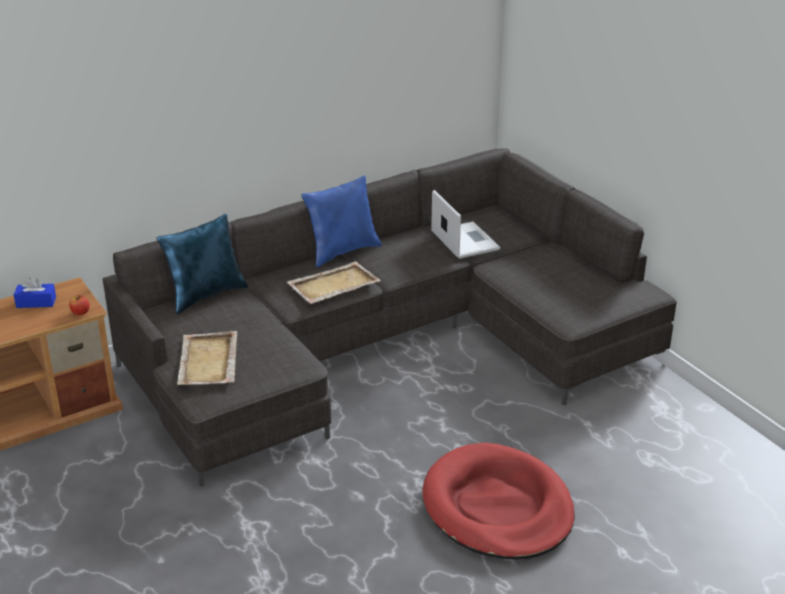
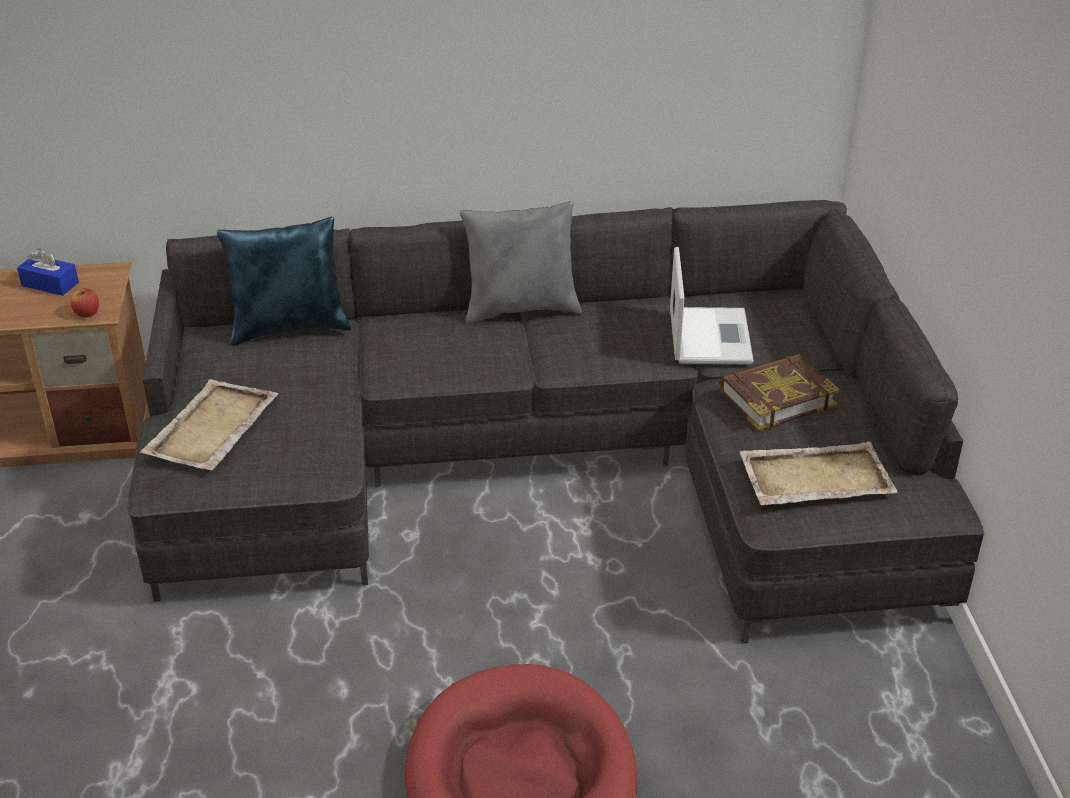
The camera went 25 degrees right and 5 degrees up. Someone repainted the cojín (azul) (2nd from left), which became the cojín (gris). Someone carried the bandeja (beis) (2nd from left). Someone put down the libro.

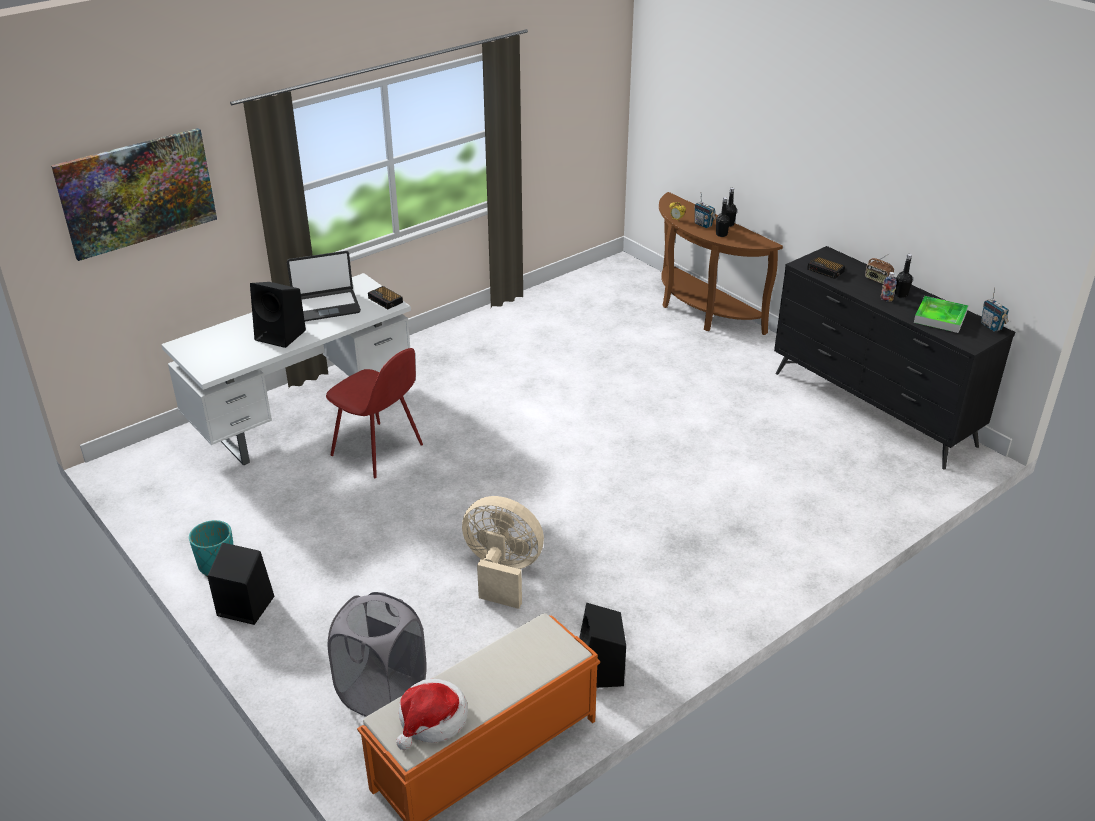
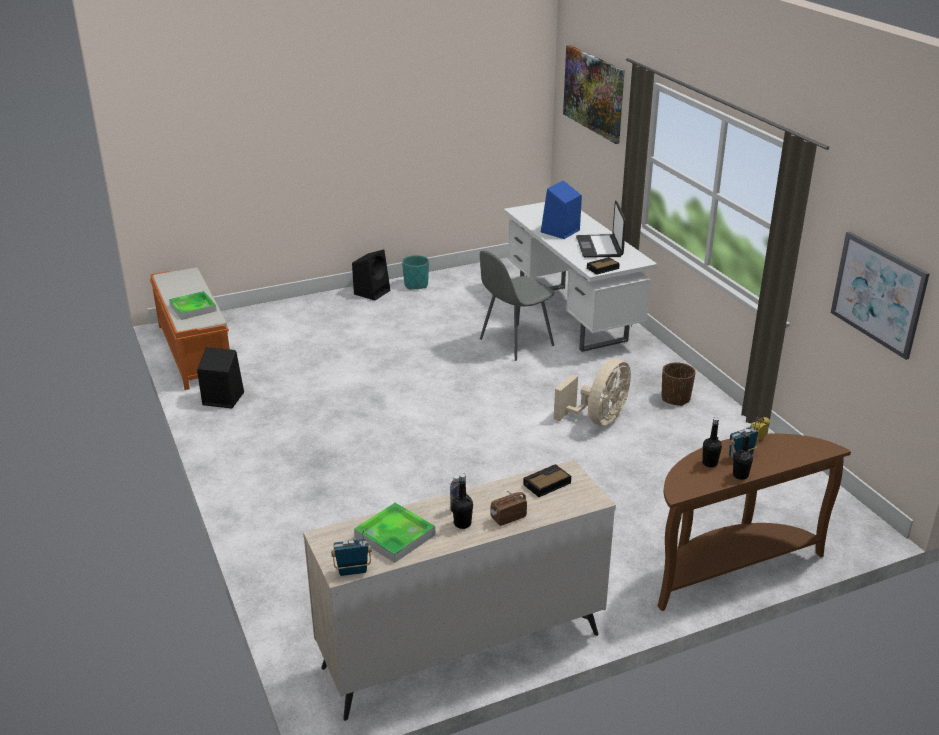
The camera went 105 degrees right and 5 degrees down. Someone repainted the cómoda (negro), which became the cómoda (beis). Someone repainted the altavoz (negro) (2nd from left), which became the altavoz (azul). Someone repainted the silla (rojo), which became the silla (gris). Someone carried the ventilador (beis). Someone took away the cesto de la ropa (gris). Someone took away the sombrero. Someone put up the cuadro (2nd from left). Someone put down the bandeja (1st from left). Someone put down the maceta (marrón).

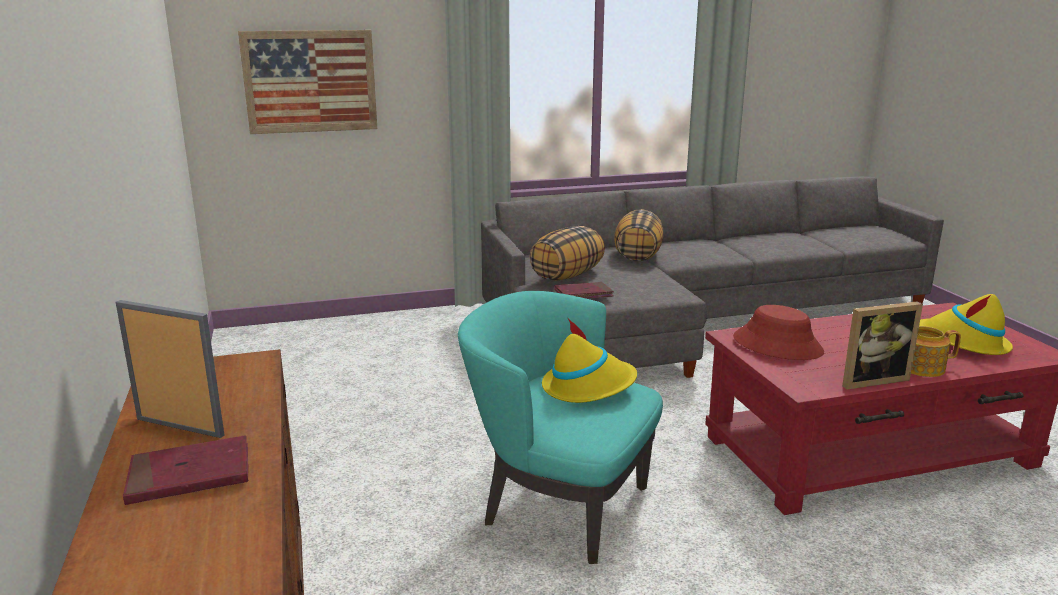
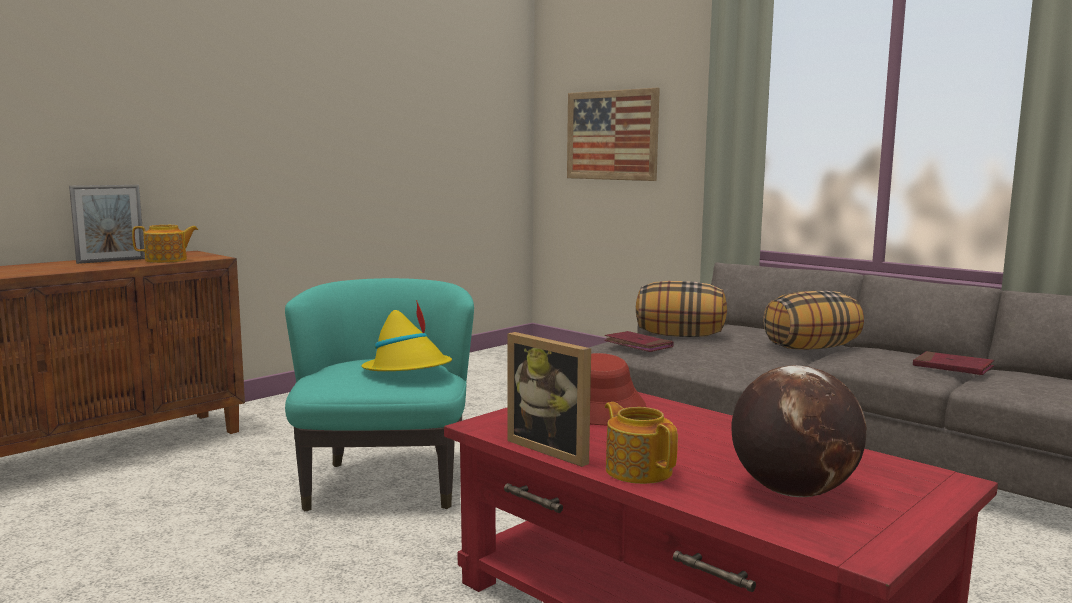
The camera went 60 degrees right and 10 degrees down. Someone swapped the sombrero (amarillo) (2nd from left) for the globo terráqueo. Someone rotated the portarretratos (1st from left) by 60 degrees clockwise. Someone carried the libro (rojo) (1st from left in the first image). Someone put down the tetera (1st from left).

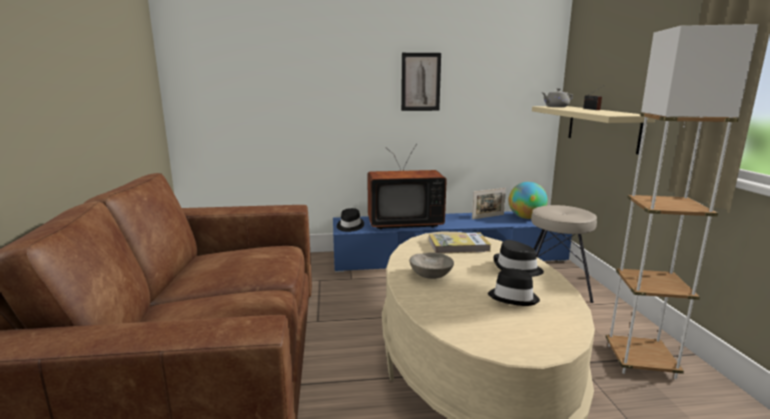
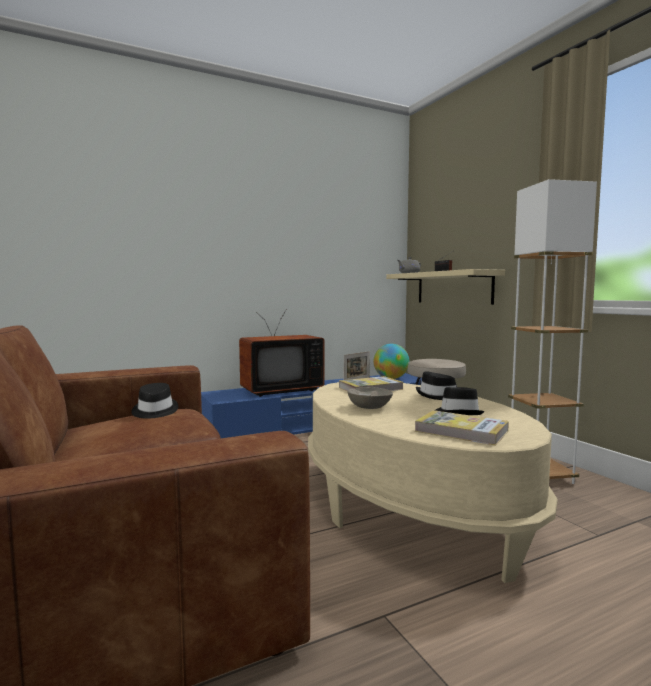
The camera went 20 degrees left and 10 degrees down. Someone took away the cuadro. Someone carried the sombrero (negro) (1st from left). Someone put down the libro (2nd from left).

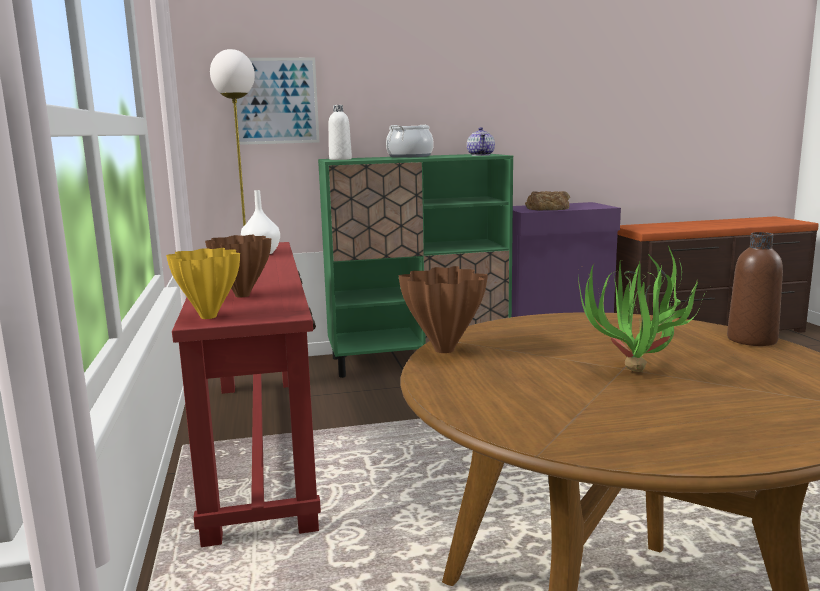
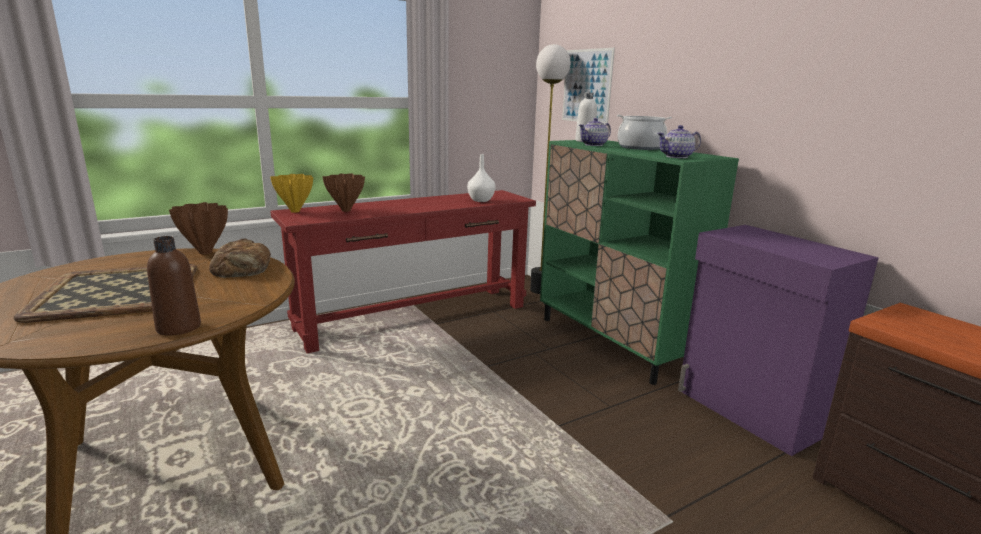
The camera went 70 degrees right and 5 degrees up. Someone carried the pan. Someone swapped the planta en maceta for the bandeja. Someone put down the tetera (1st from left).

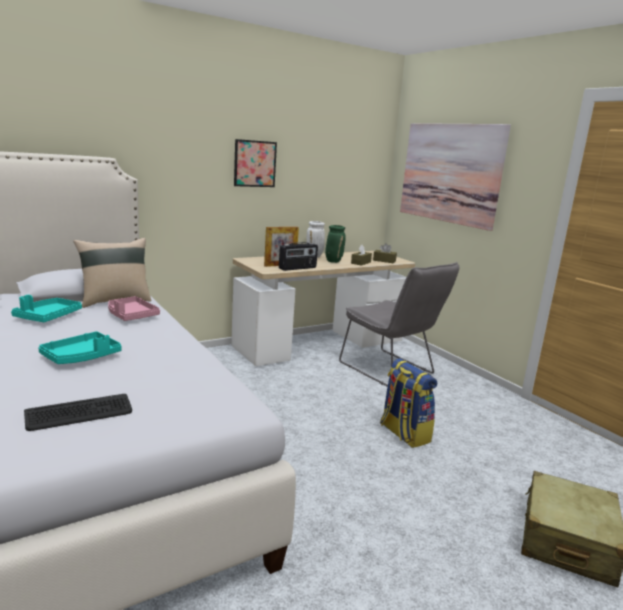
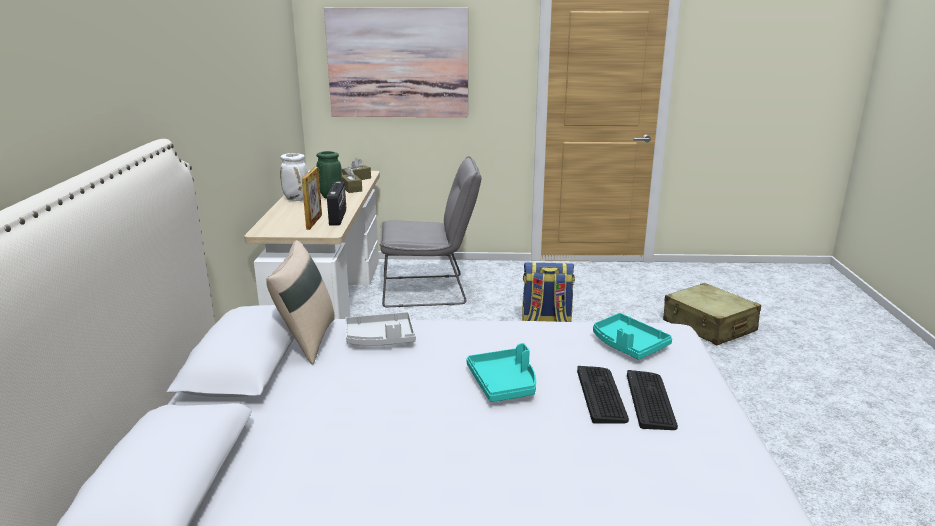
The camera went 55 degrees left and 5 degrees up. Someone took away the cuadro (1st from left). Someone carried the bandeja (turquesa) (1st from left in the first image). Someone repainted the bandeja (rosa), which became the bandeja (gris). Someone put down the teclado (1st from left).

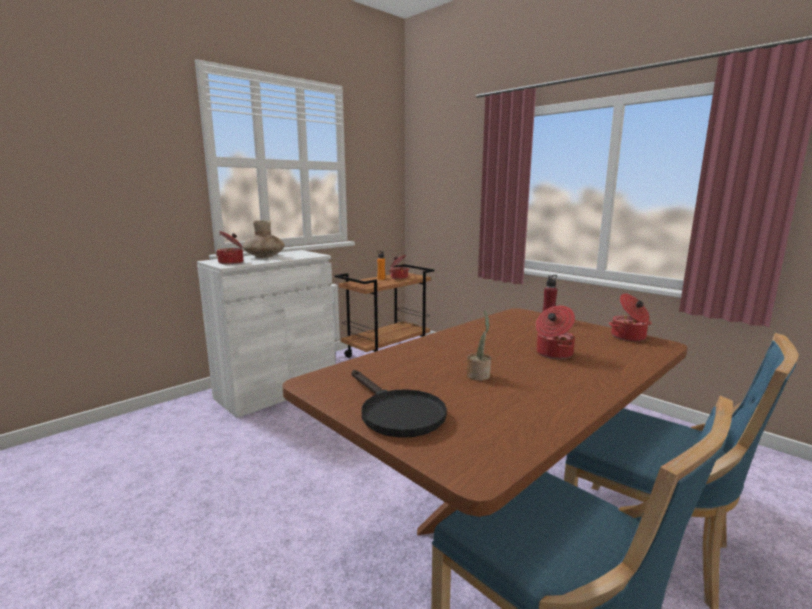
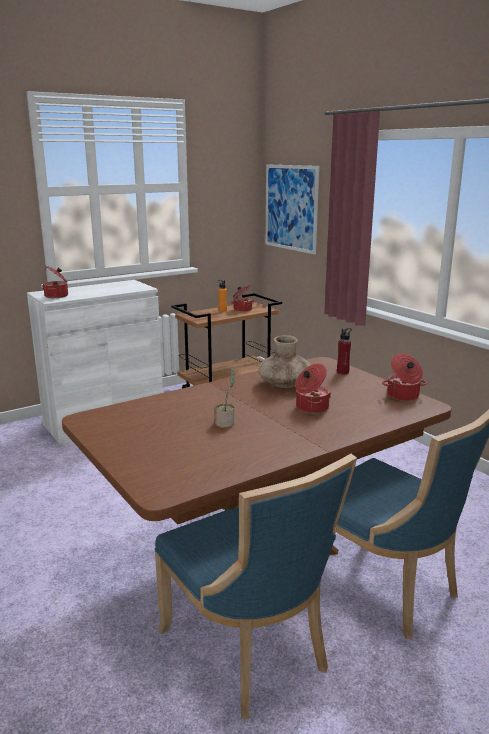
The camera went 10 degrees right and 5 degrees up. Someone carried the florero (marrón). Someone took away the sartén (negro). Someone put up the cuadro.

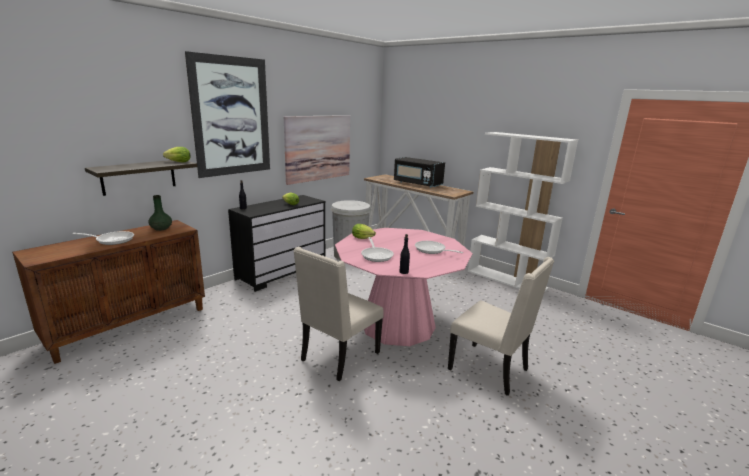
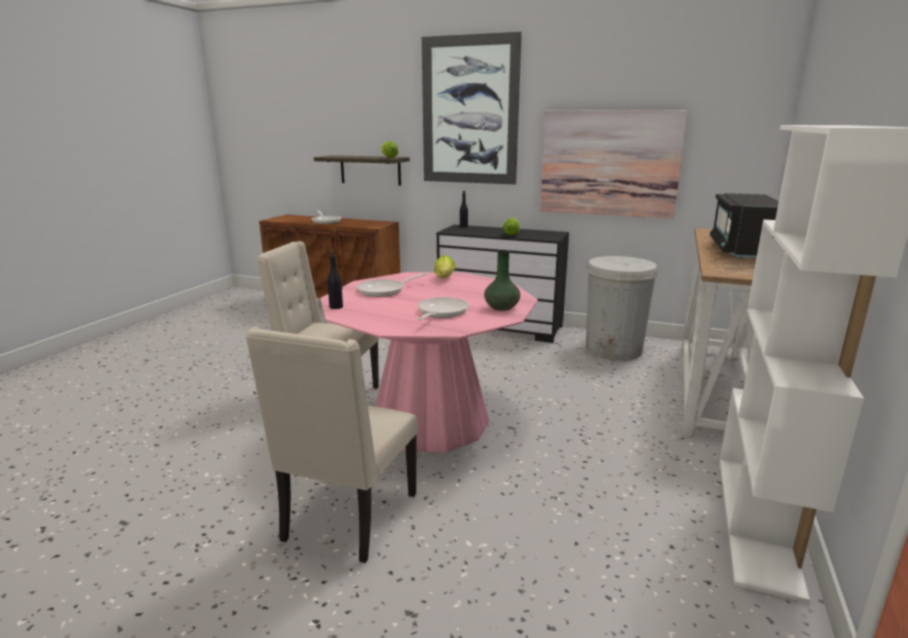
The camera went 70 degrees right and 0 degrees up. Someone carried the florero (verde).

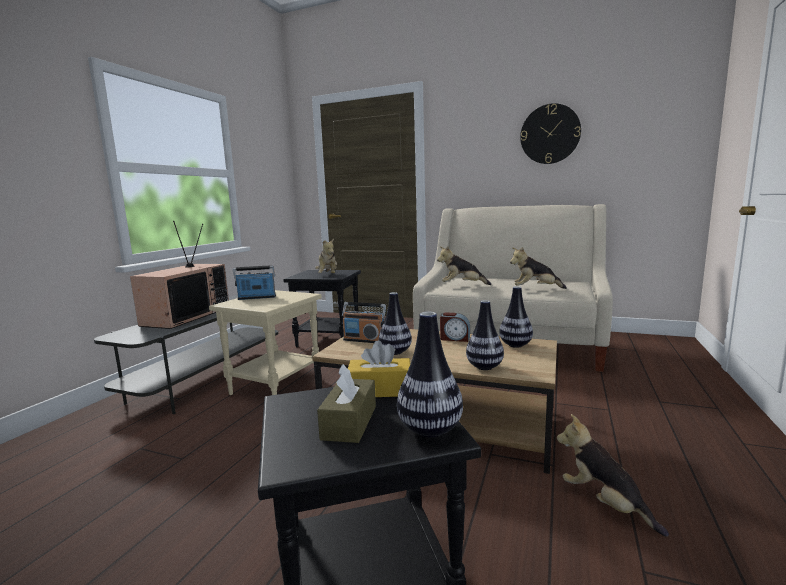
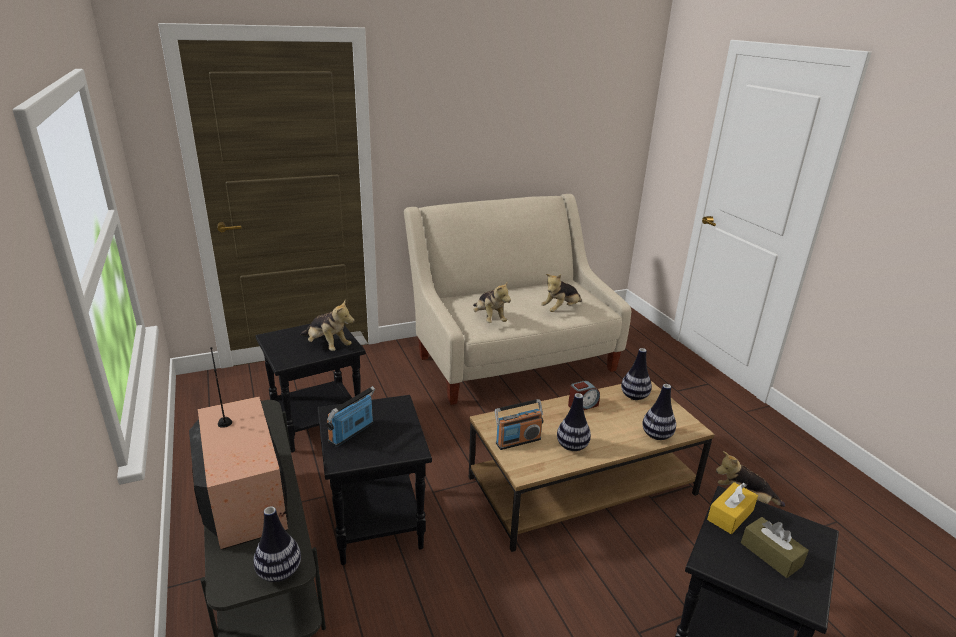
The camera went 45 degrees left and 15 degrees up. Someone took away the reloj de pared. Someone rotated the peluche (2nd from left) by 75 degrees counterclockwise. Someone repainted the mesa auxiliar (beis), which became the mesa auxiliar (negro) (2nd from left). Someone carried the florero (2nd from left in the first image).

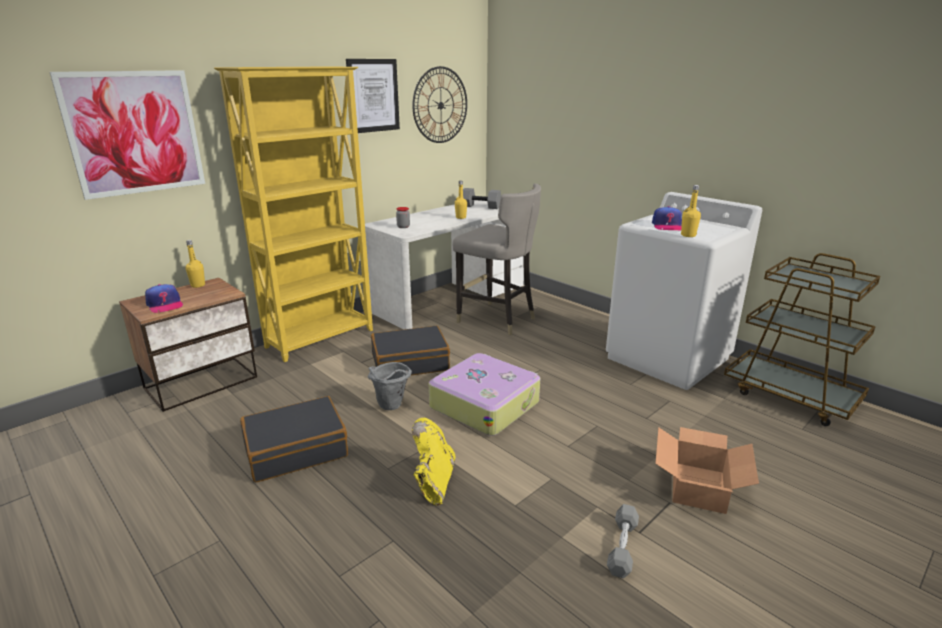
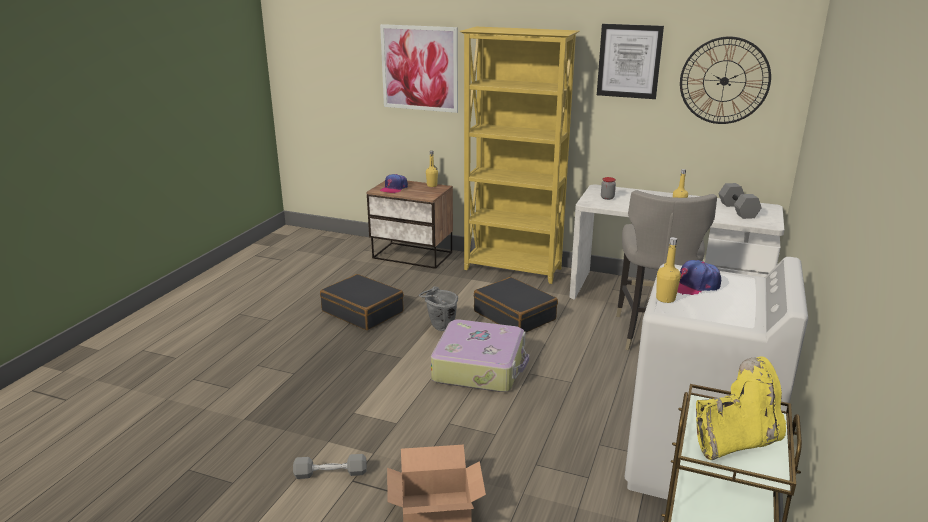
The camera went 65 degrees right and 0 degrees up. Someone carried the bota (amarillo).

